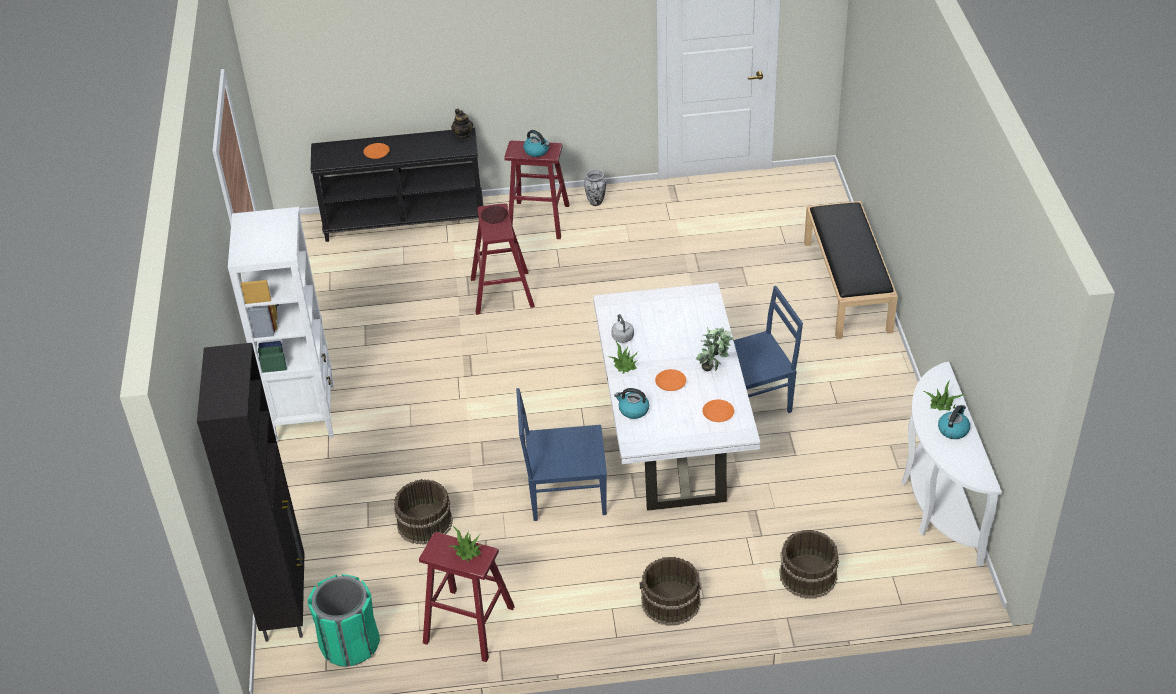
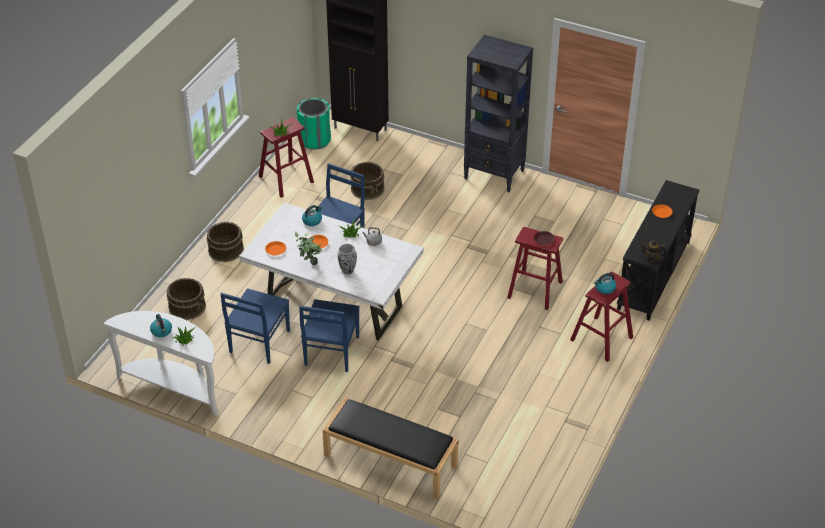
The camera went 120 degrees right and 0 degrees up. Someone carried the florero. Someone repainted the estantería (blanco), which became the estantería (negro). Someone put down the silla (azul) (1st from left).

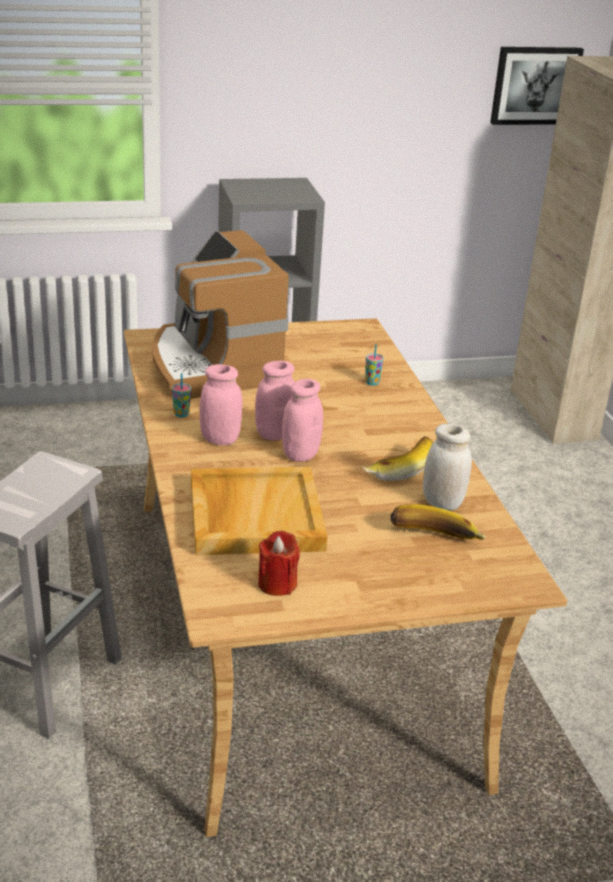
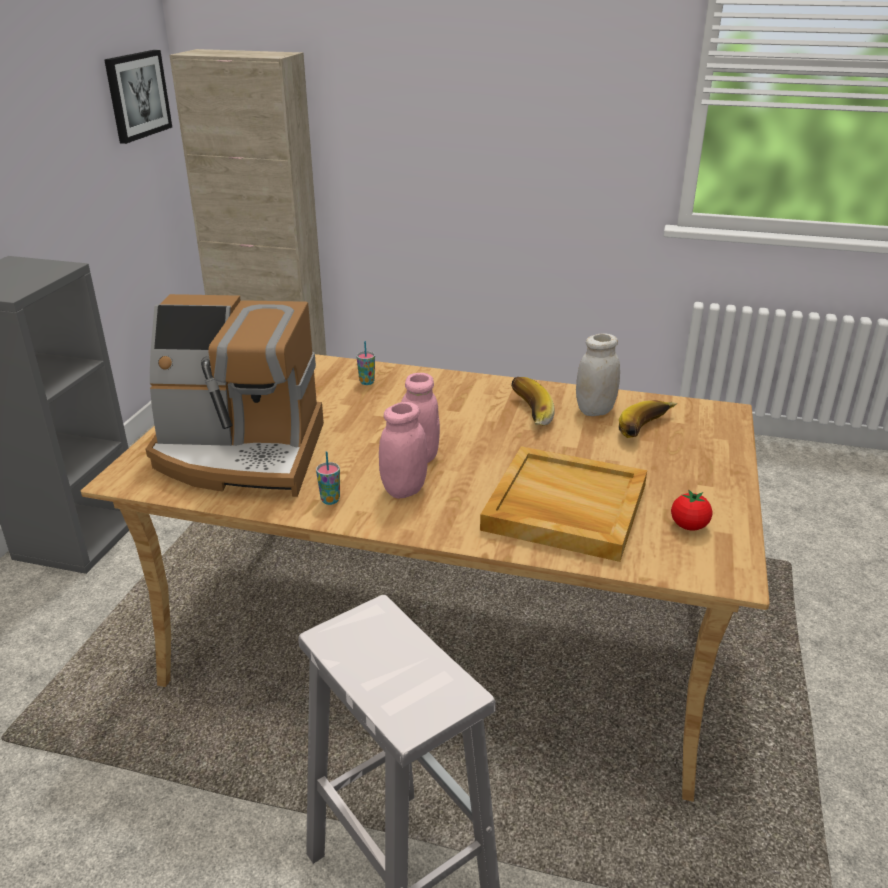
The camera went 60 degrees left and 0 degrees up. Someone took away the tarro (rosa) (3rd from left). Someone swapped the vela (rojo) for the tomate.

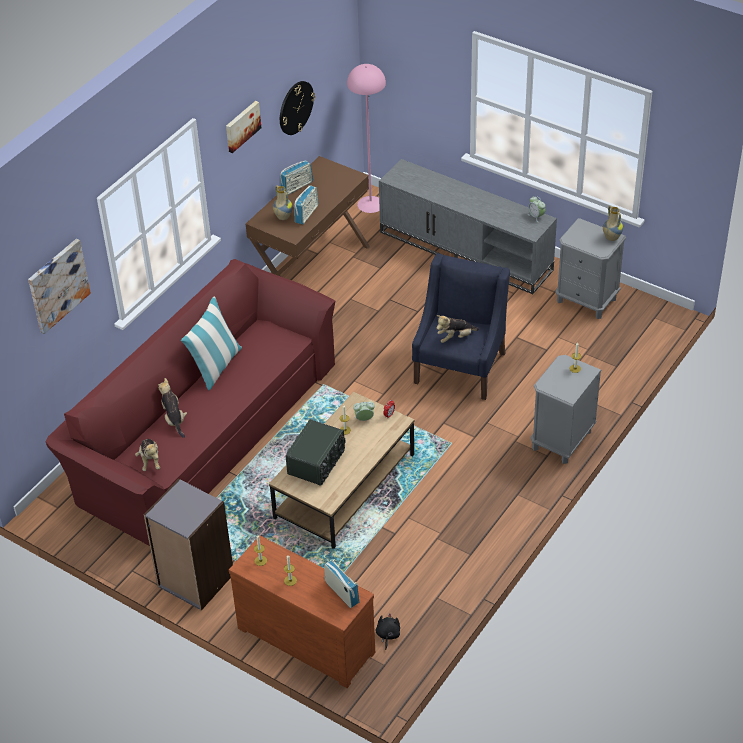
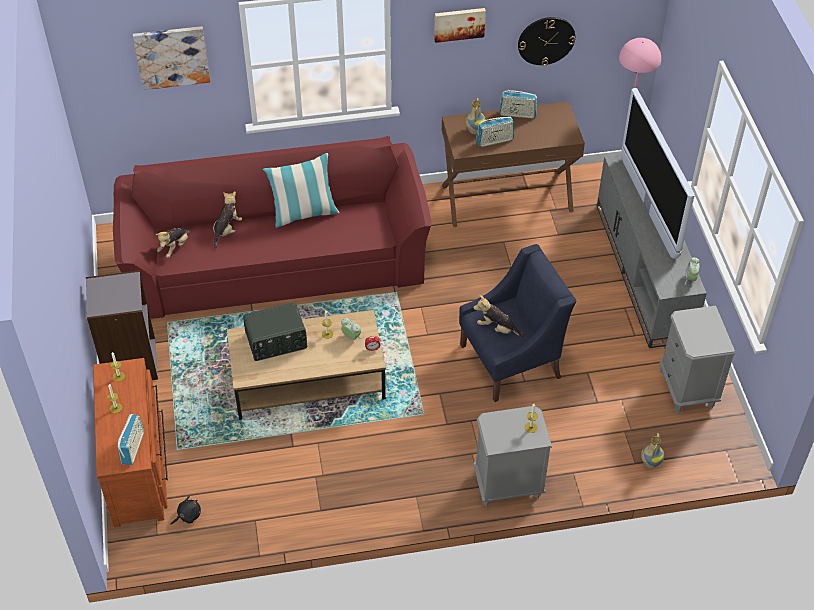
The camera went 45 degrees right and 5 degrees up. Someone carried the florero (2nd from left). Someone put down the televisor.

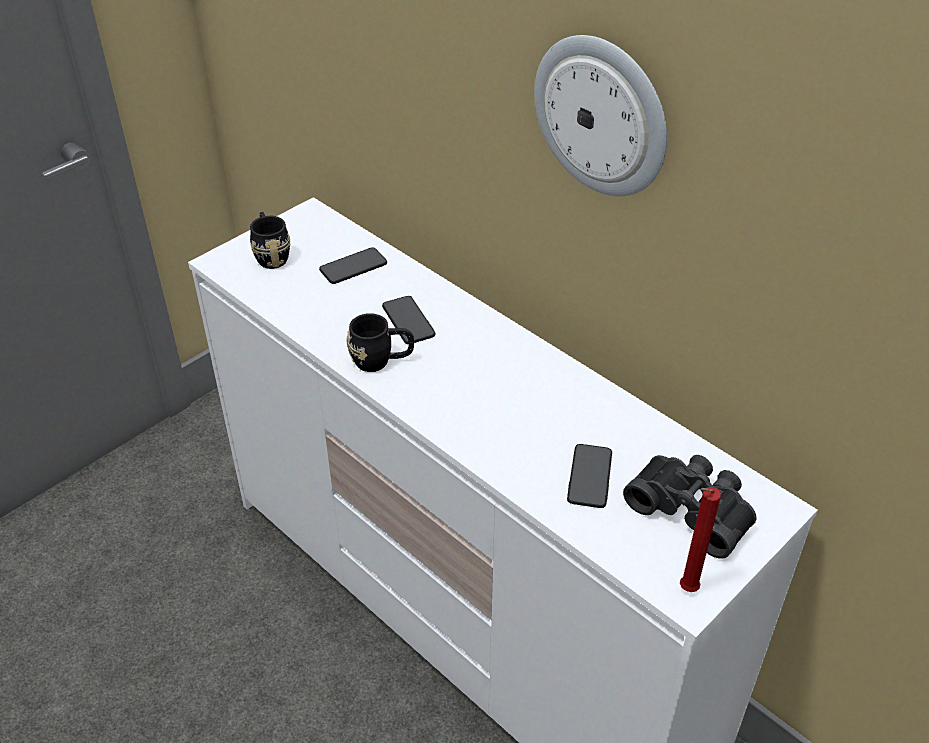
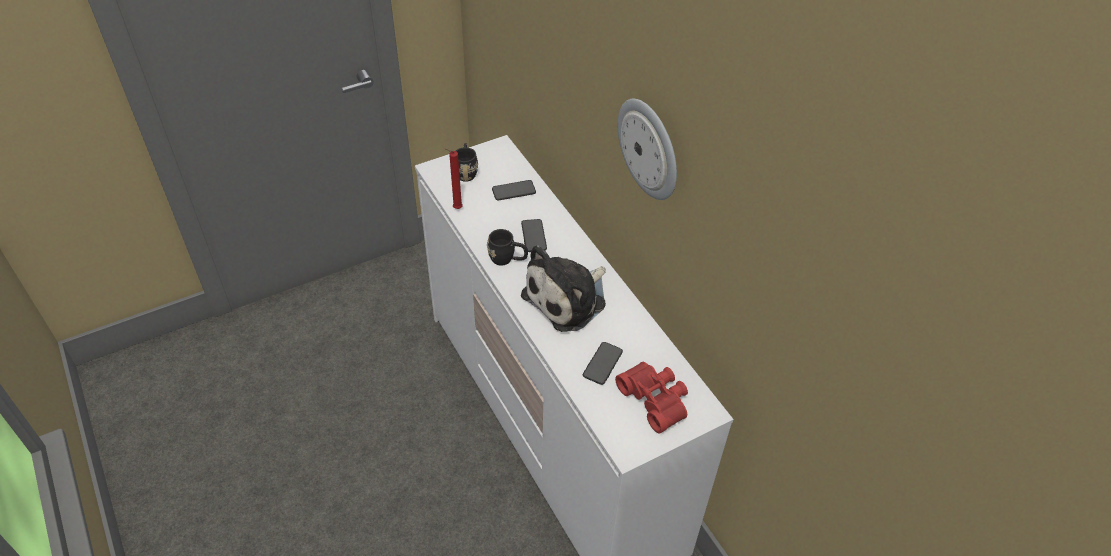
The camera went 15 degrees right and 5 degrees up. Someone repainted the prismáticos (negro), which became the prismáticos (rojo). Someone carried the vela (rojo). Someone put down the peluche.

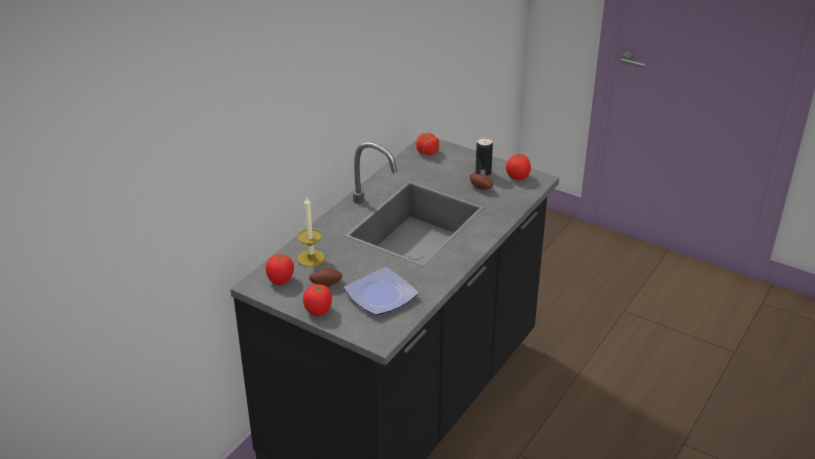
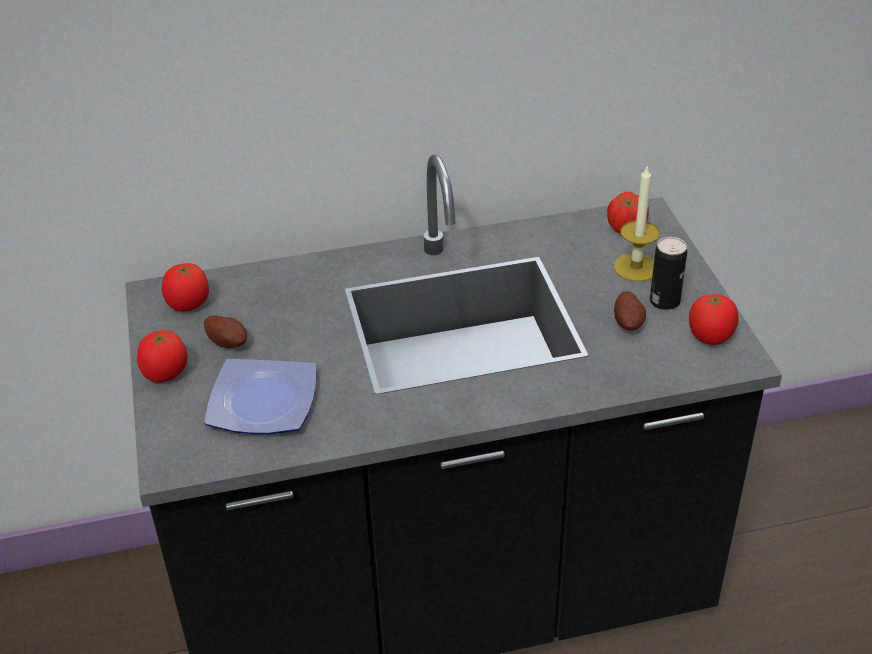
The camera went 45 degrees right and 5 degrees up. Someone carried the vela.

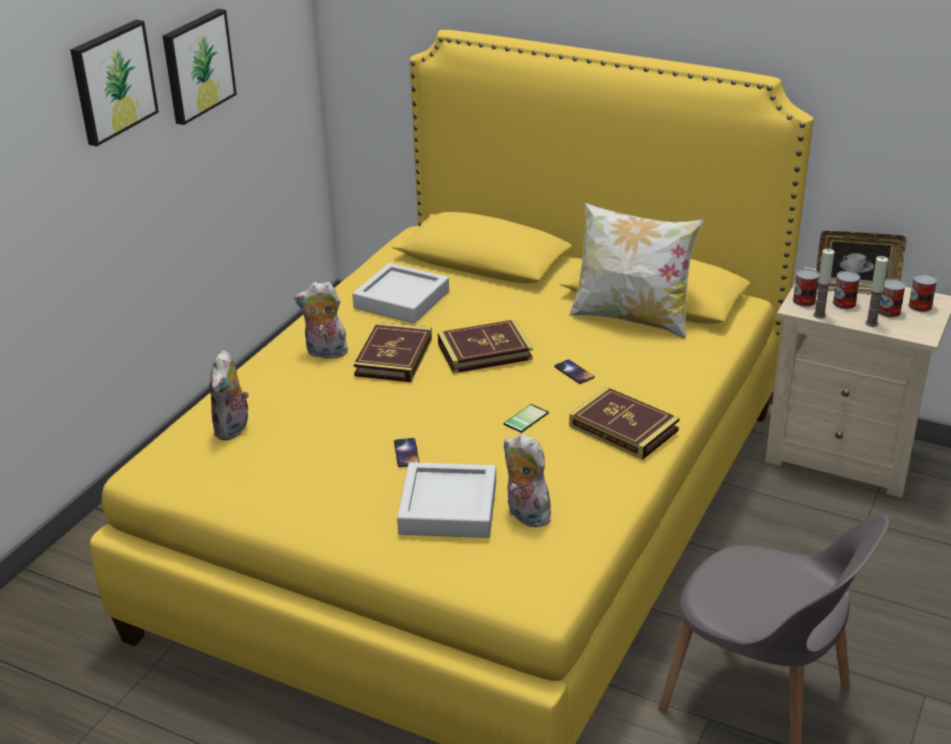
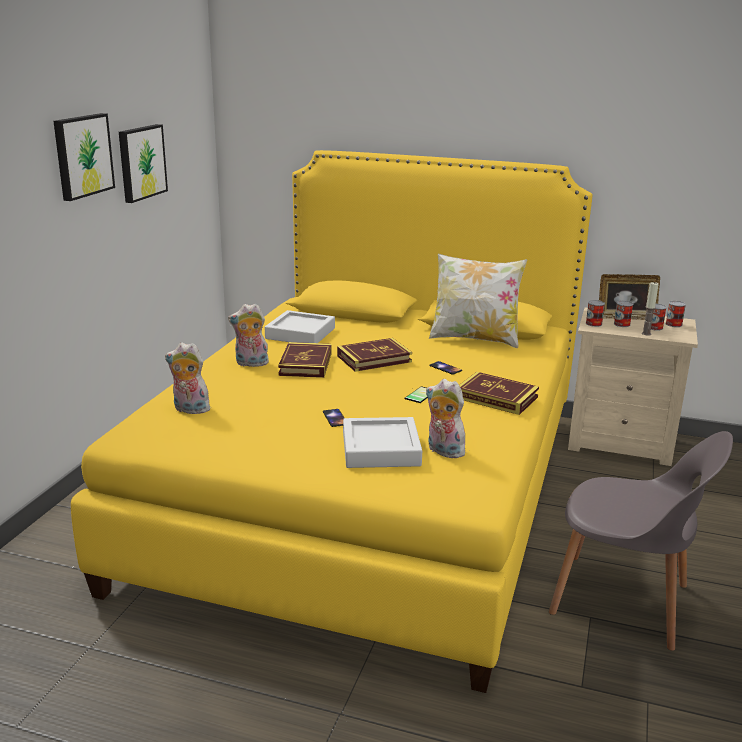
The camera went 10 degrees left and 10 degrees down. Someone took away the vela (1st from left). Someone rotated the peluche (1st from left) by 105 degrees clockwise.

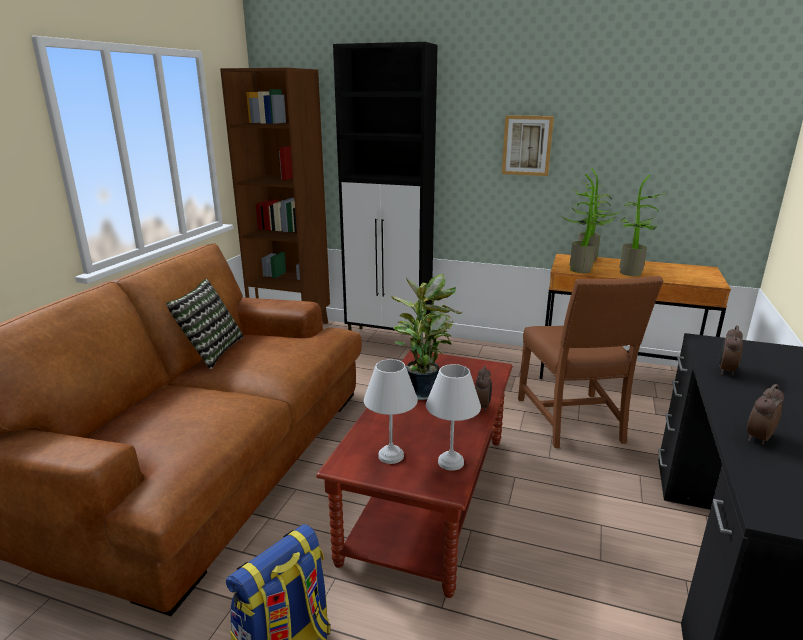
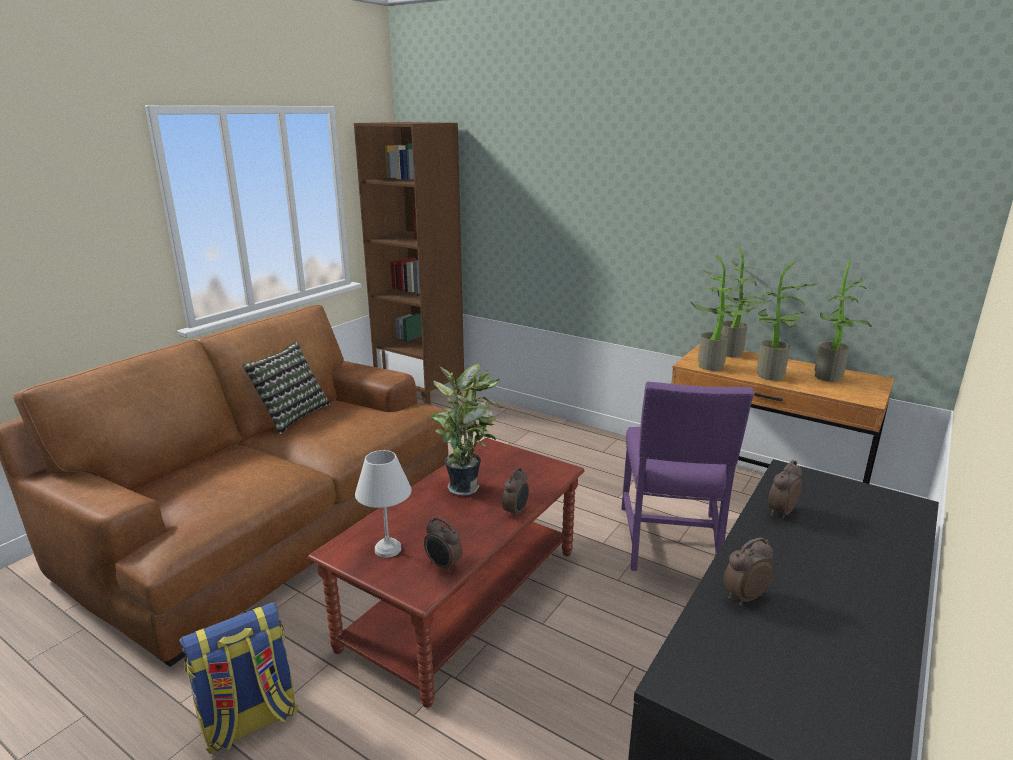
The camera went 15 degrees right and 0 degrees up. Someone took away the armario (negro). Someone took away the cuadro. Someone repainted the silla (marrón), which became the silla (morado). Someone swapped the lámpara de mesa (blanco) (2nd from left) for the despertador (1st from left). Someone put down the planta en maceta (5th from left).

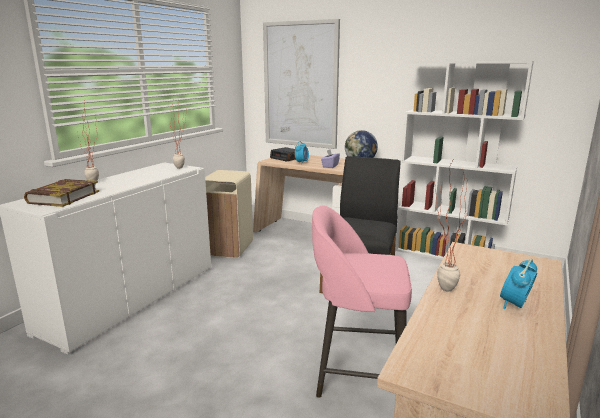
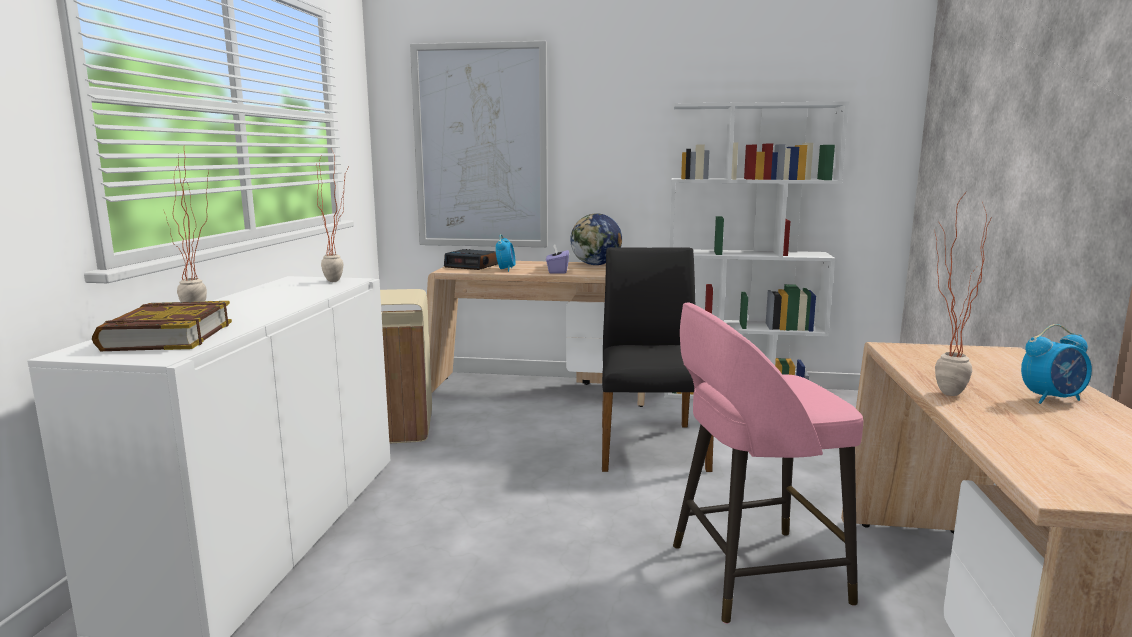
The camera went 20 degrees left and 5 degrees down. Someone rotated the despertador (3rd from left) by 120 degrees counterclockwise.

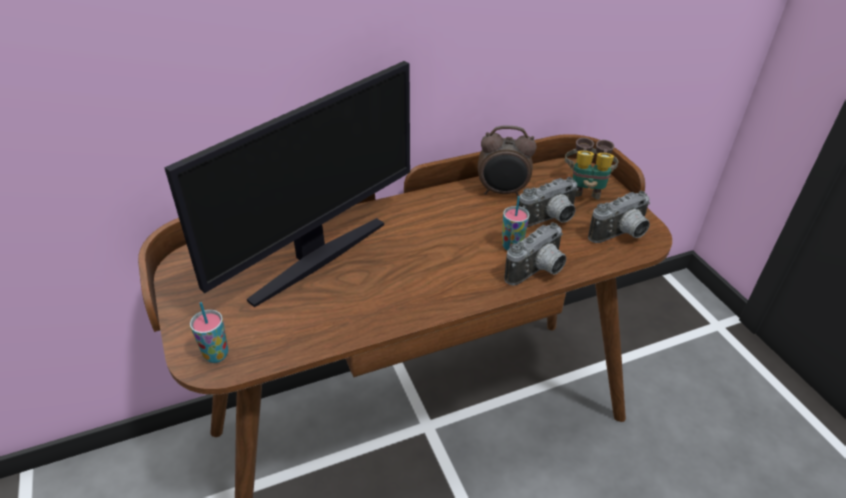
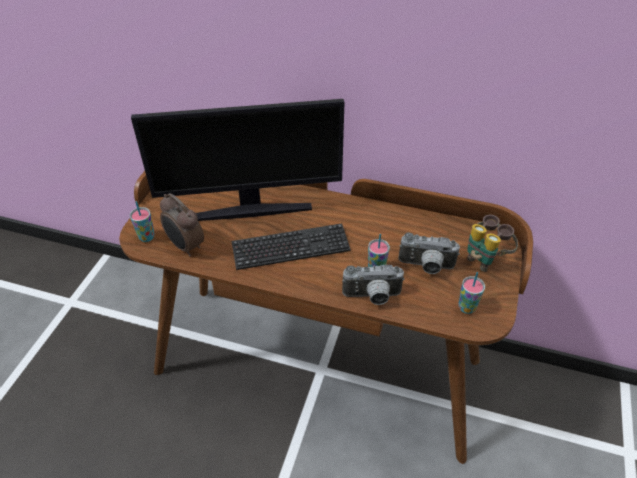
The camera went 40 degrees right and 5 degrees up. Someone carried the despertador. Someone swapped the cámara (3rd from left) for the taza (3rd from left). Someone put down the teclado.

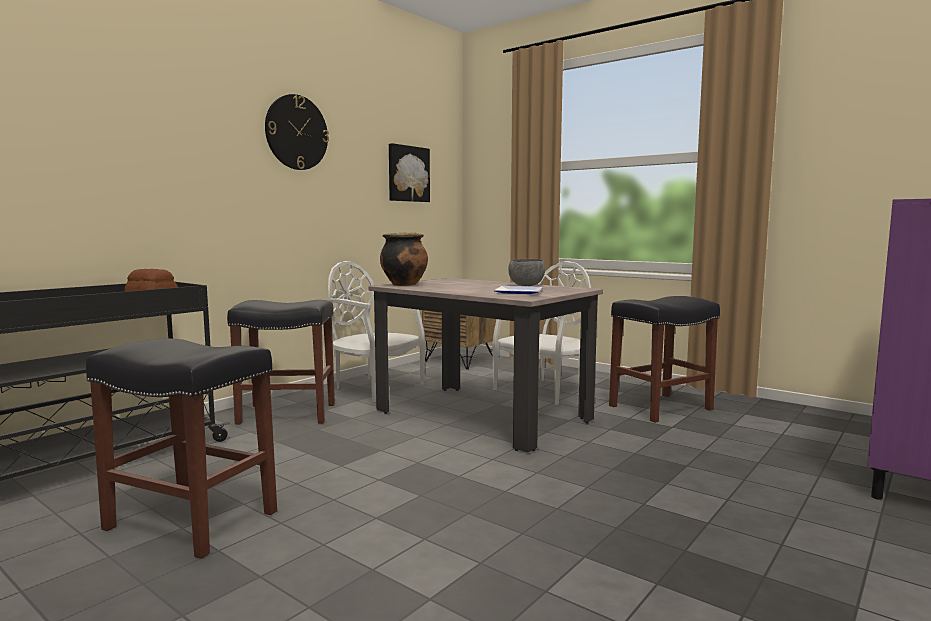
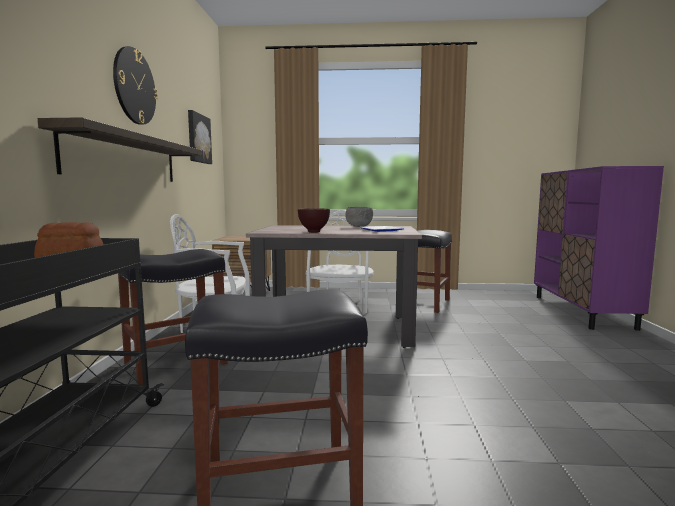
The camera went 35 degrees left and 0 degrees up. Someone took away the olla. Someone put up the estante. Someone put down the cuenco (marrón).

